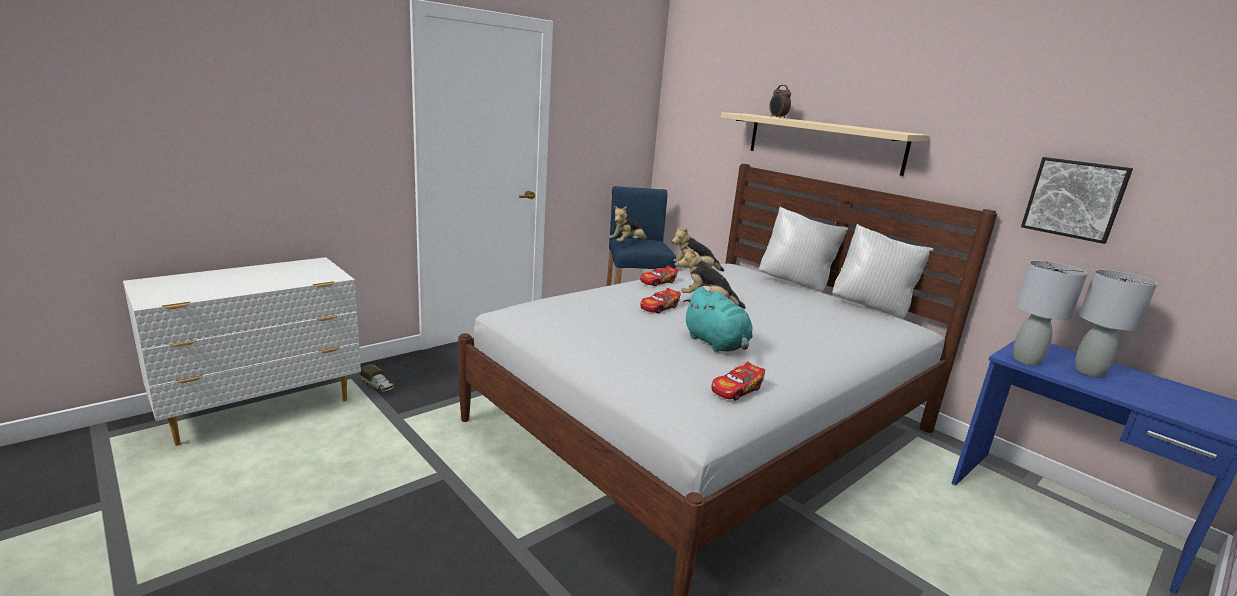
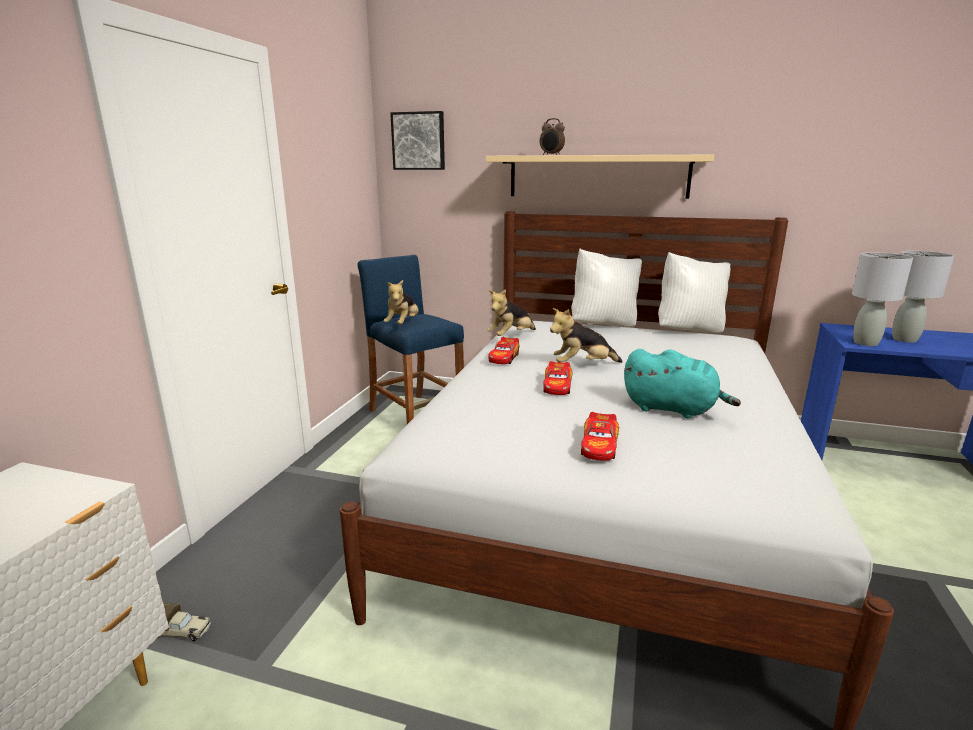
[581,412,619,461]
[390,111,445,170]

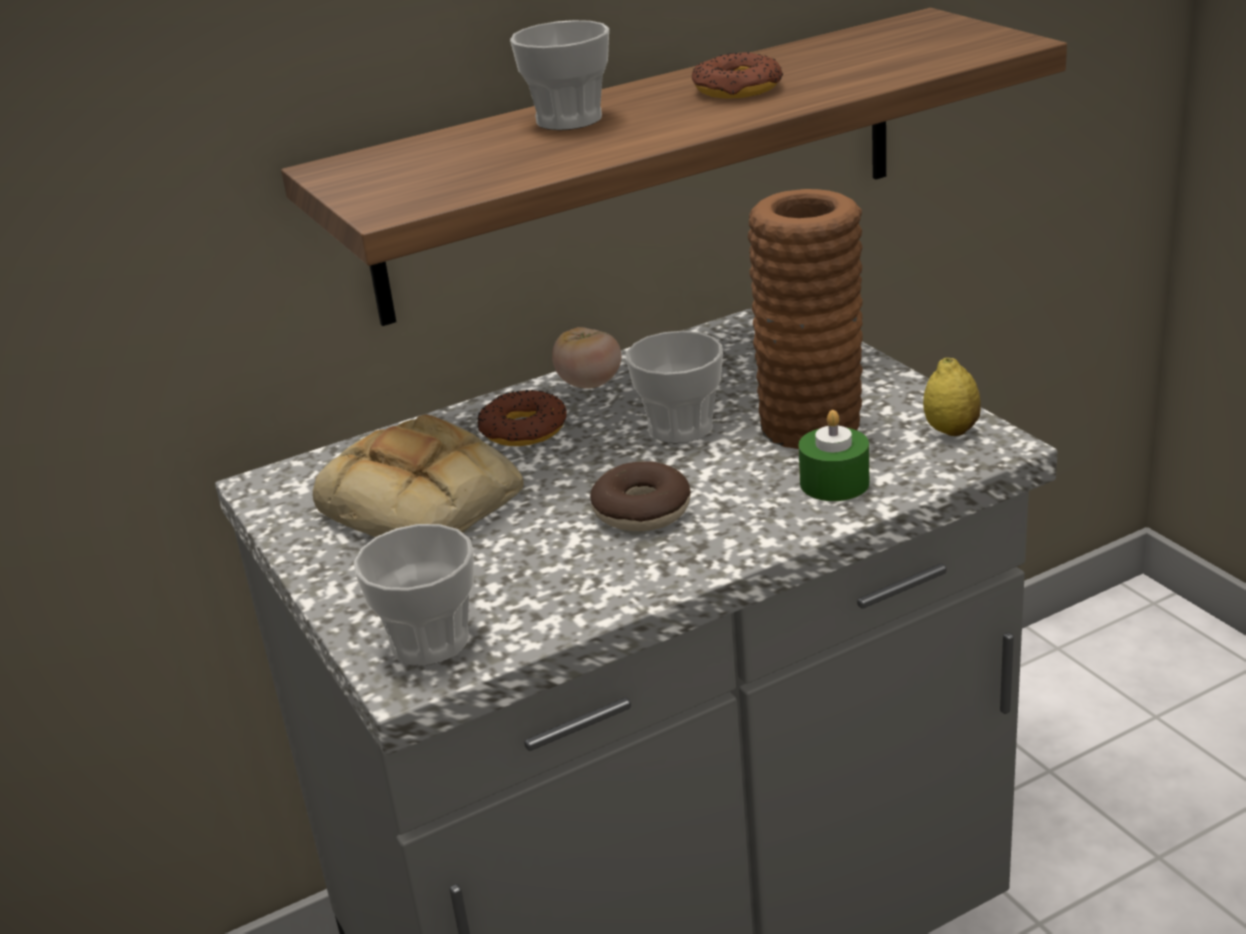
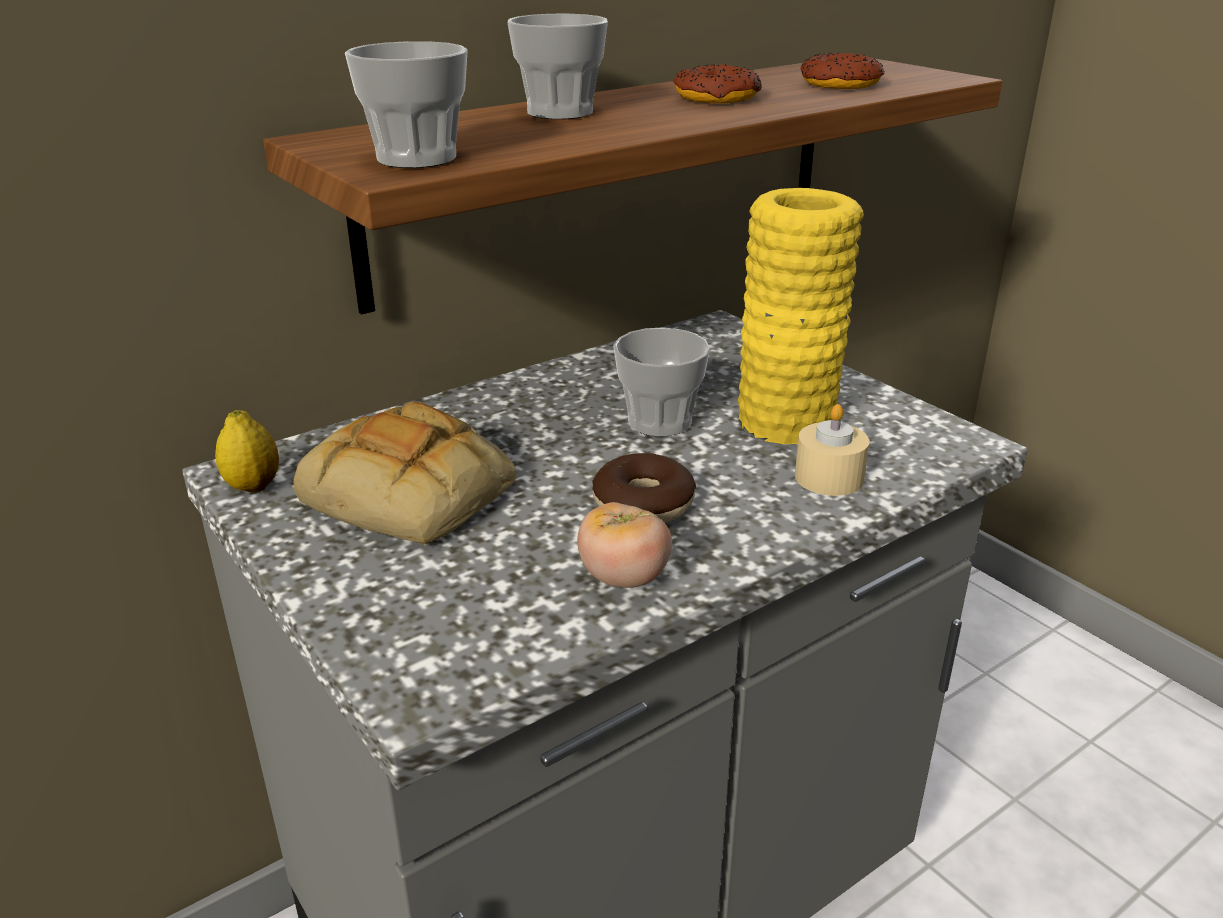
[345,41,468,168]
[801,52,885,89]
[577,502,672,588]
[738,188,864,444]
[795,404,869,496]
[215,410,279,493]

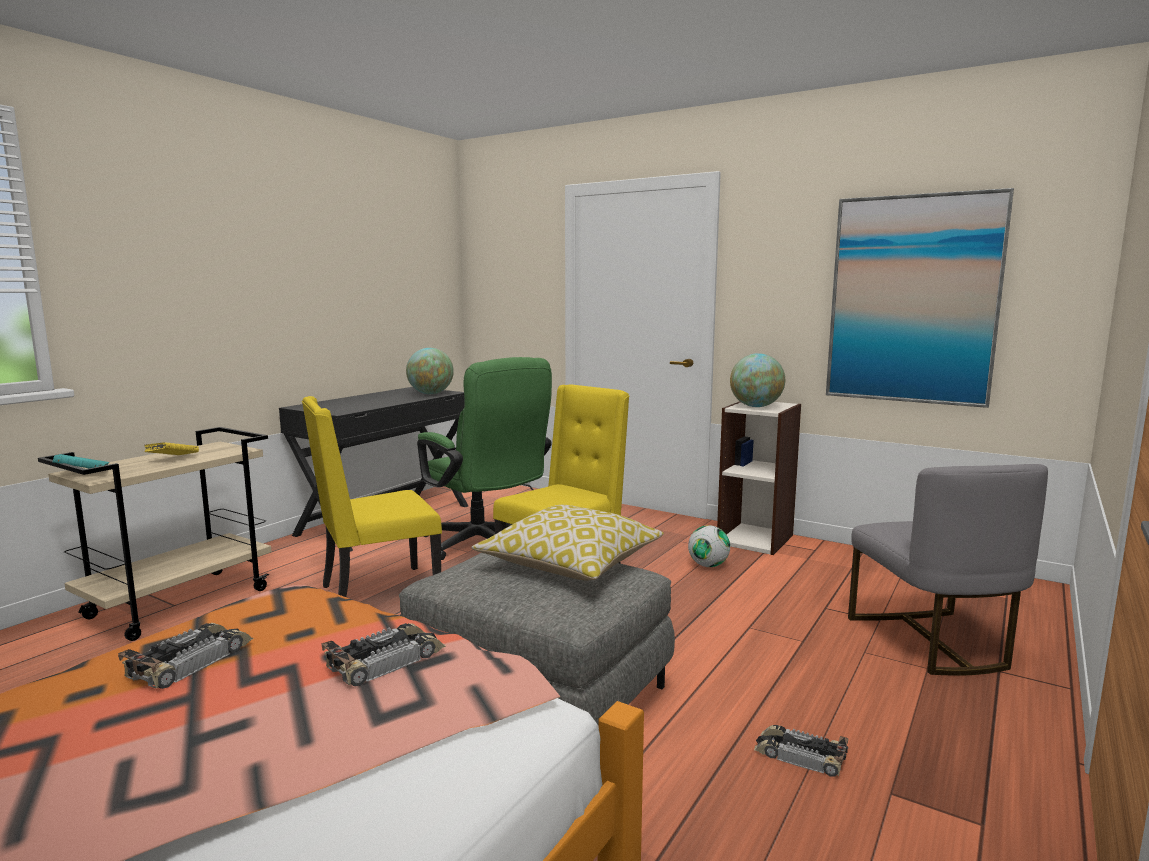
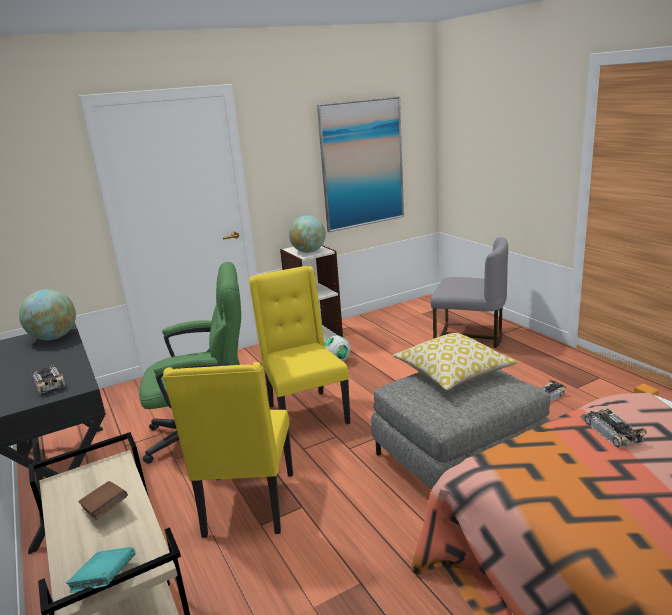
[31,364,65,394]
[78,481,128,520]

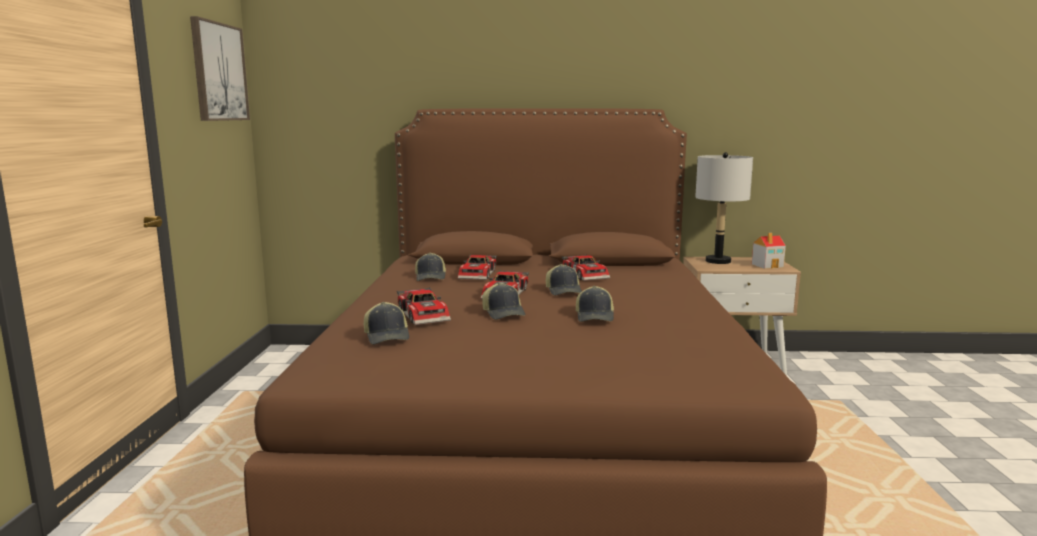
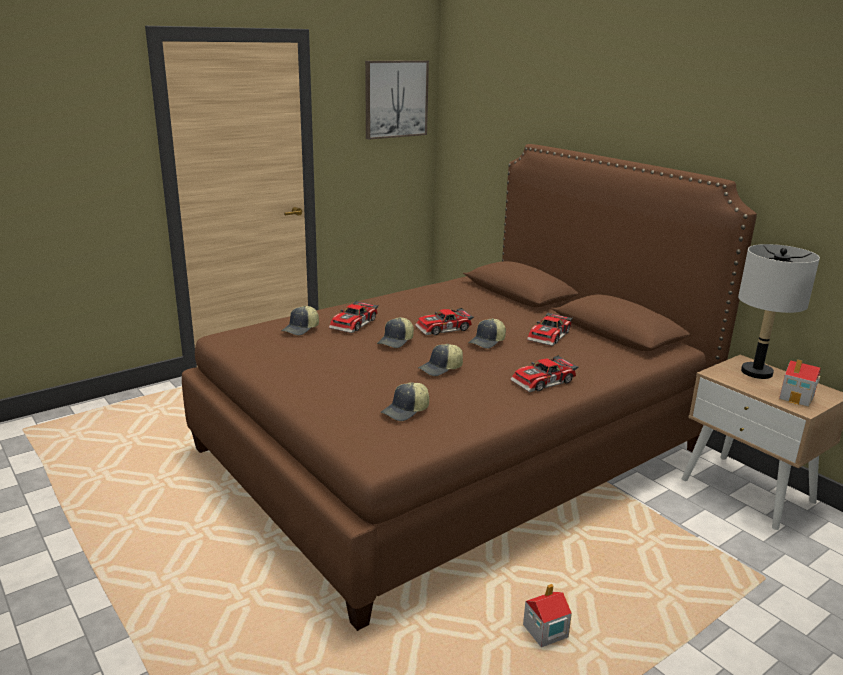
[381,382,429,421]
[510,355,579,392]
[523,584,572,647]

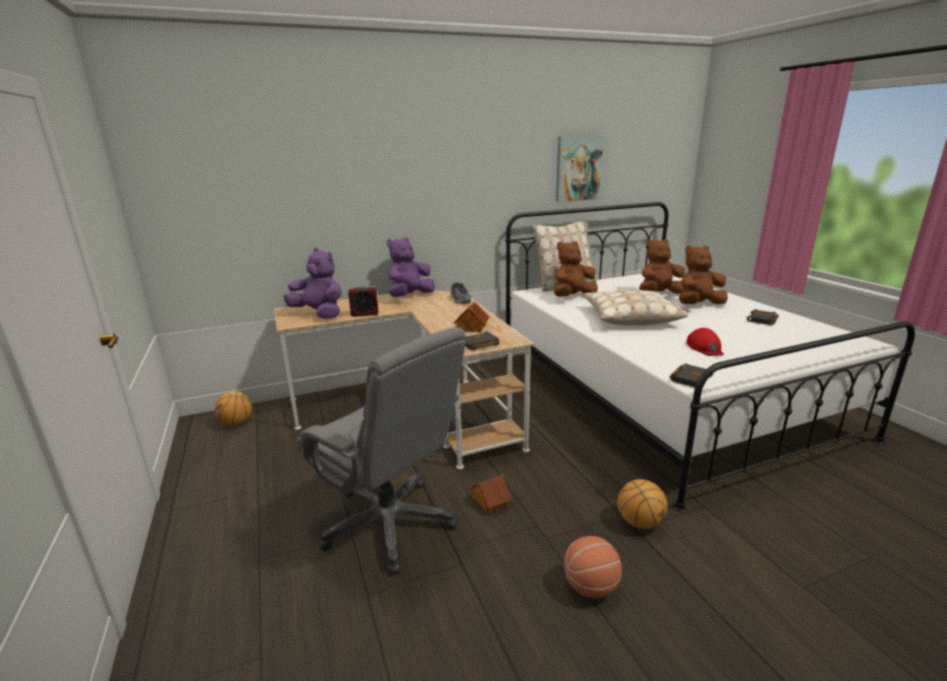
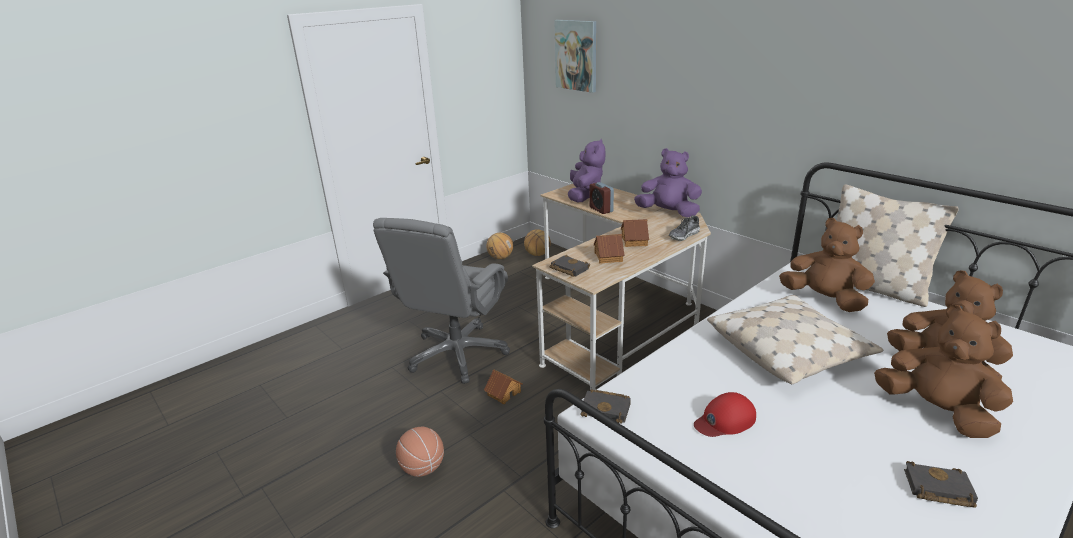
[554,20,596,93]
[486,233,513,259]
[621,219,649,247]

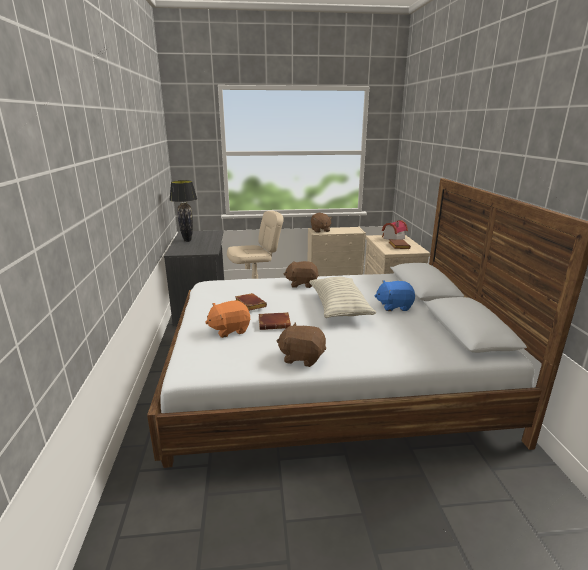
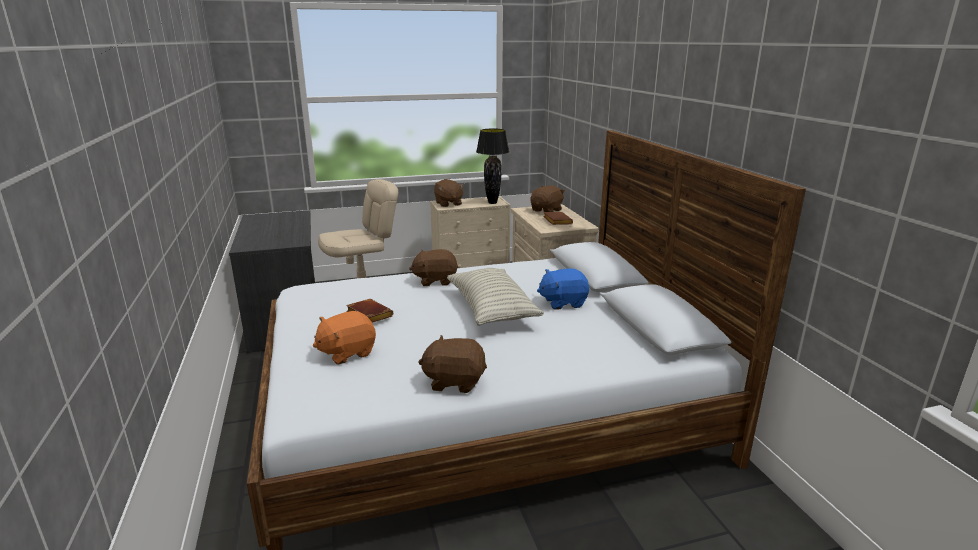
[476,128,509,204]
[259,312,291,330] (first image)
[531,185,565,212]

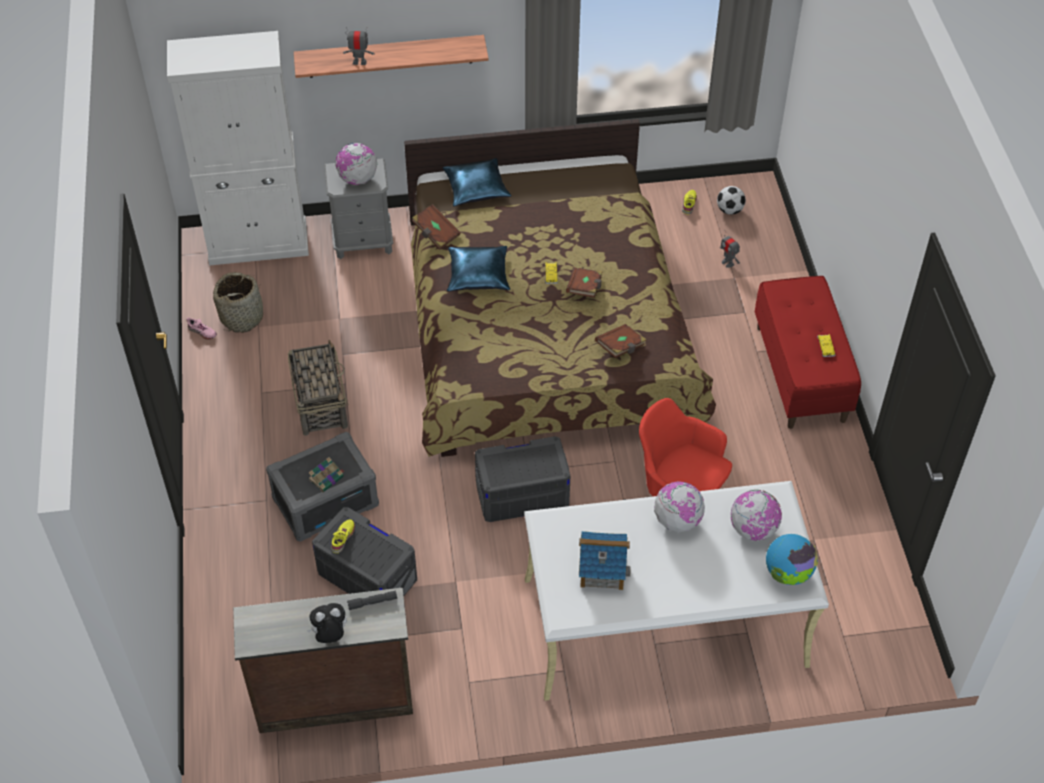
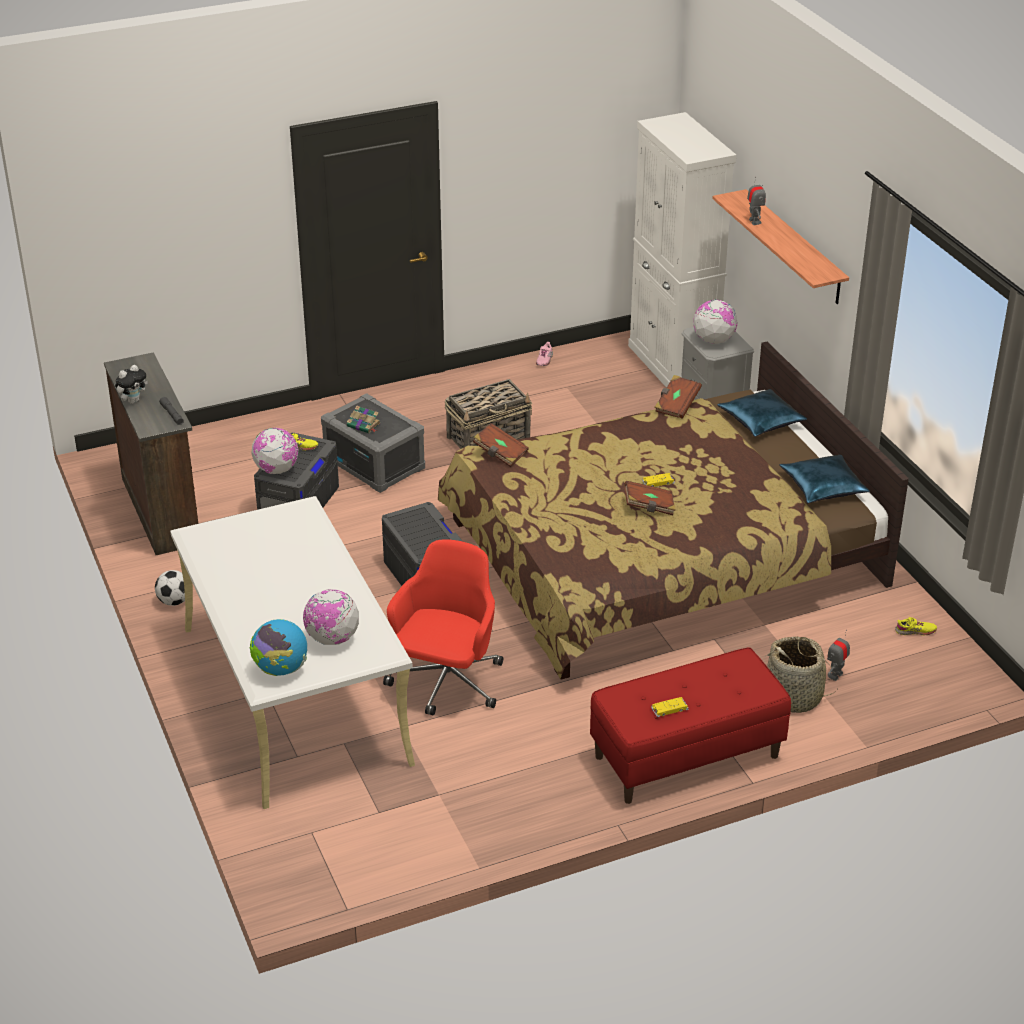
[766,636,839,713]
[115,365,148,404]
[779,455,870,504]
[579,531,631,590] (first image)
[473,423,529,467]
[251,428,299,474]
[155,570,185,606]

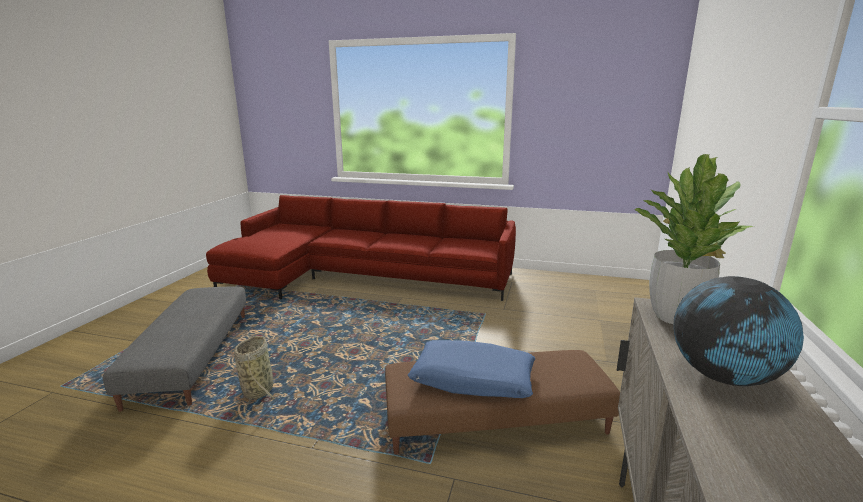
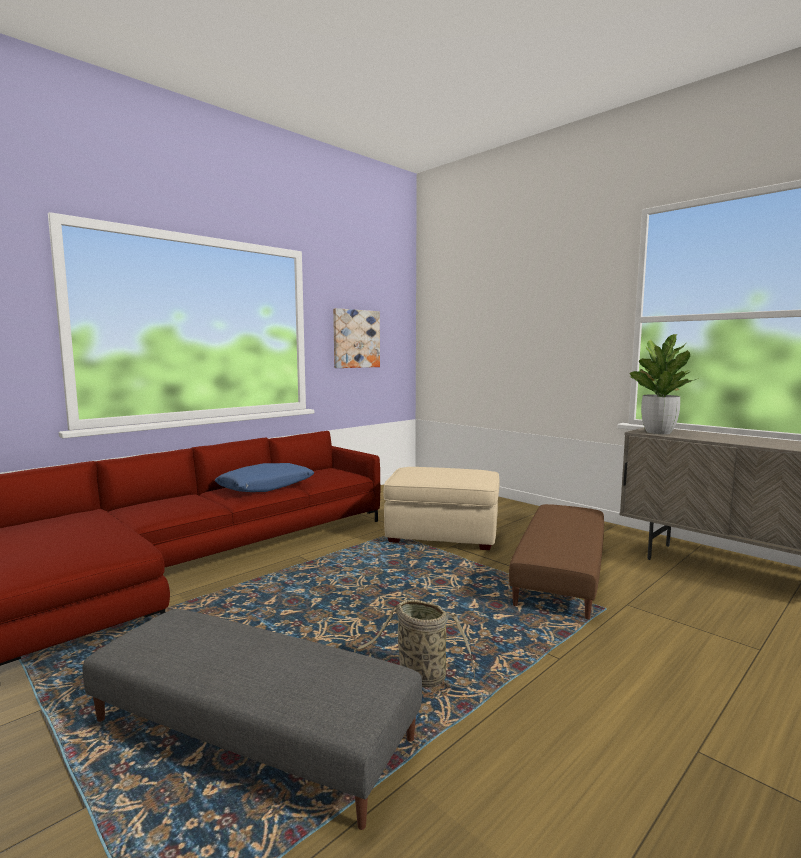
[215,463,315,492]
[673,276,804,386] (first image)
[333,308,380,368]
[383,467,500,550]

